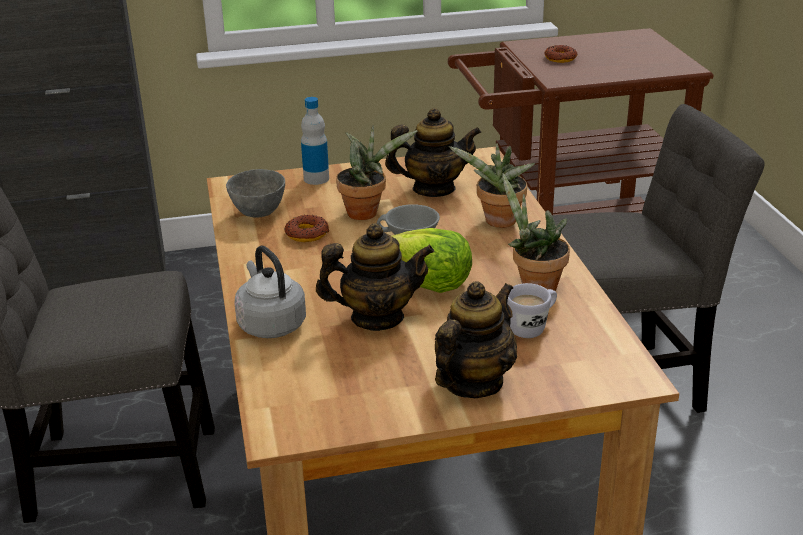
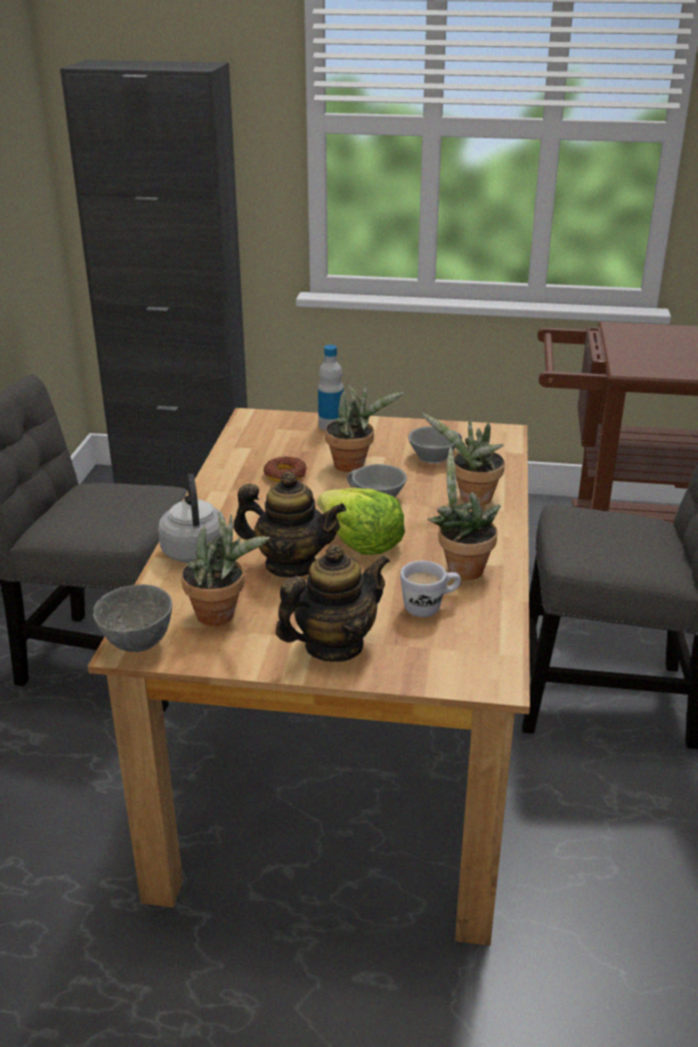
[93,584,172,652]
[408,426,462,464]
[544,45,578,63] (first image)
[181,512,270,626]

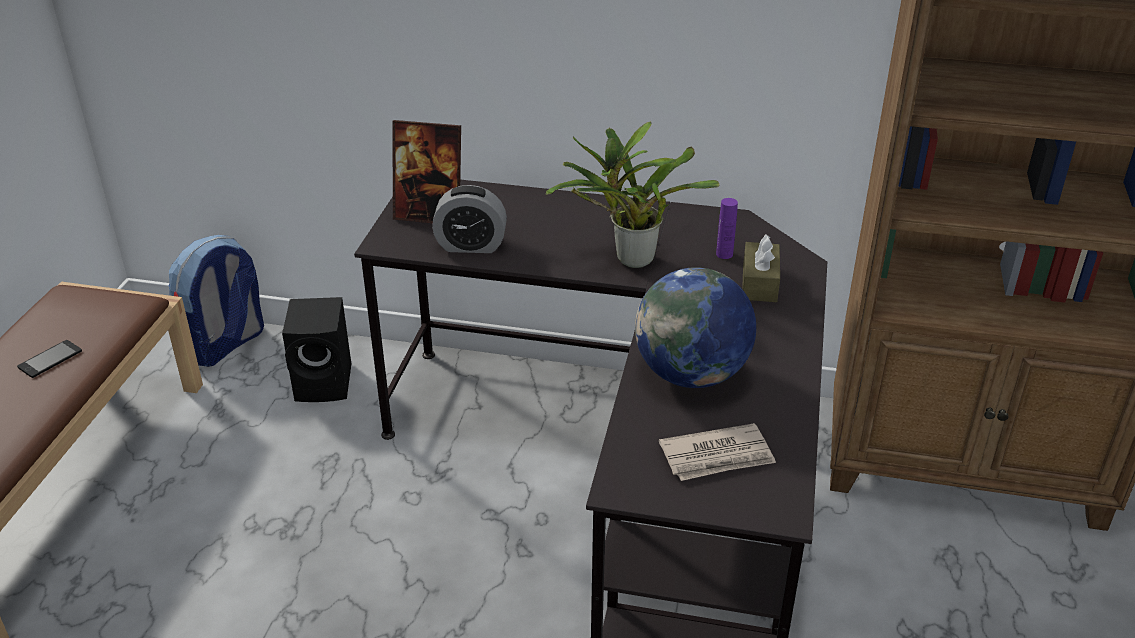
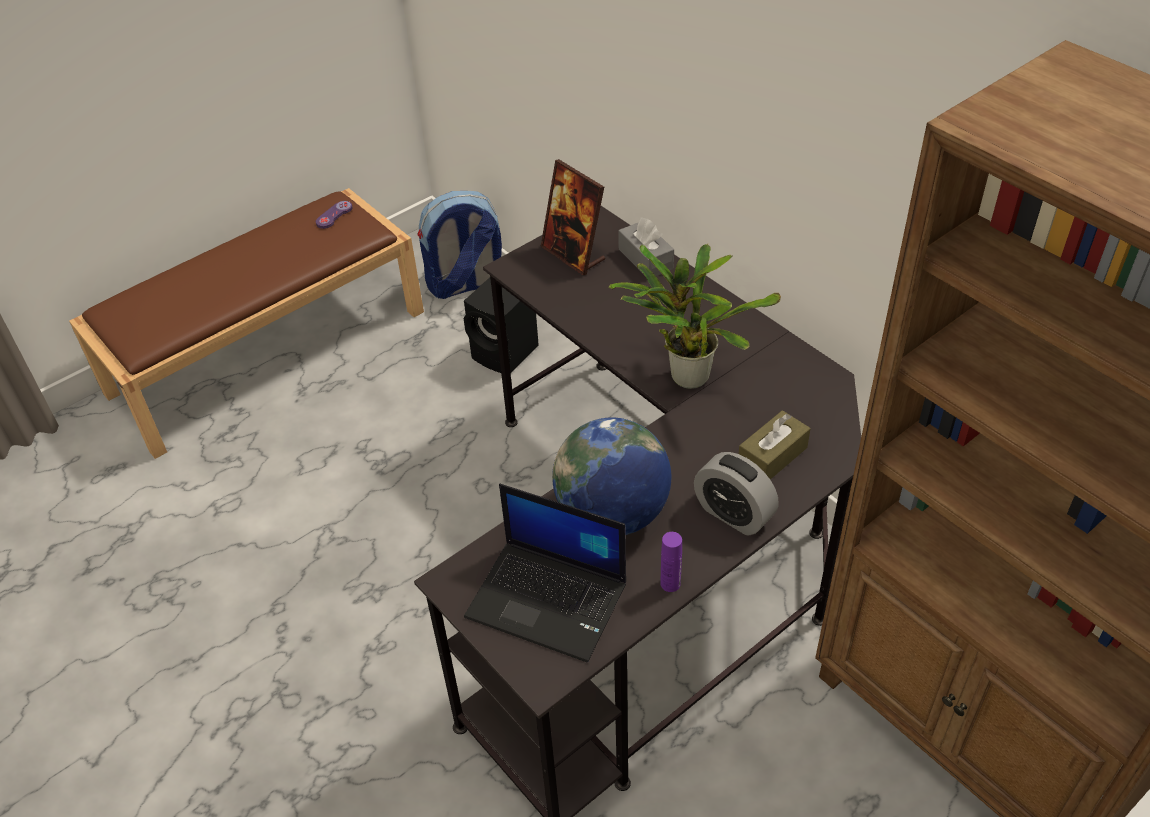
[17,340,82,378] (first image)
[694,452,779,535]
[464,484,626,662]
[660,532,682,592]
[316,201,353,229]
[618,217,674,276]

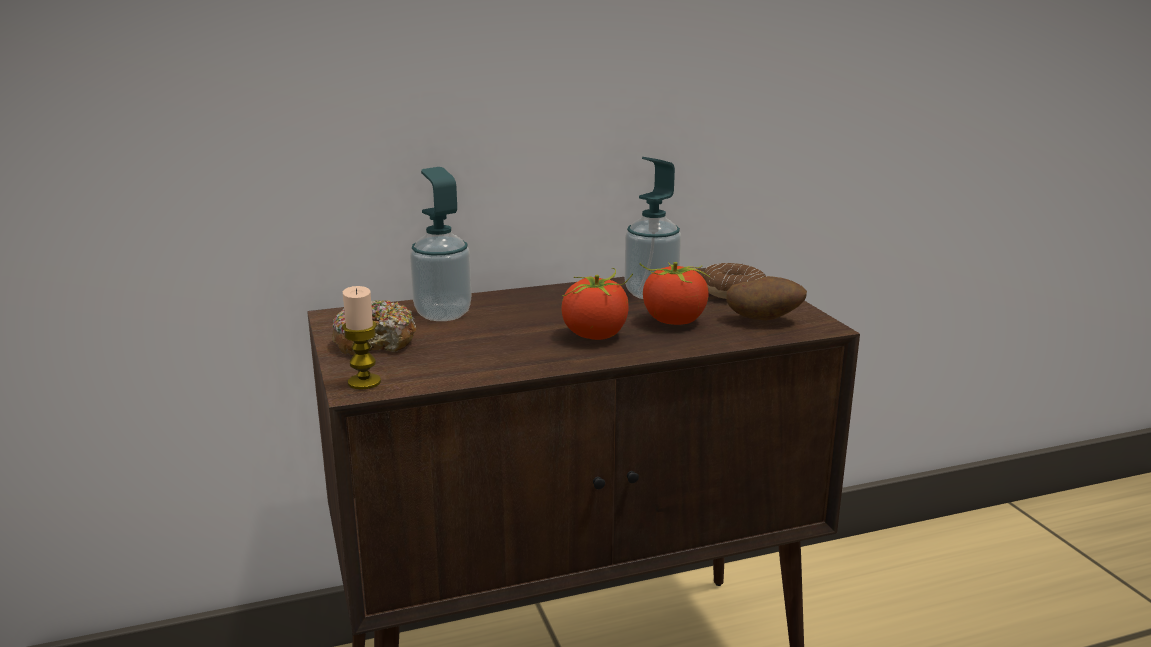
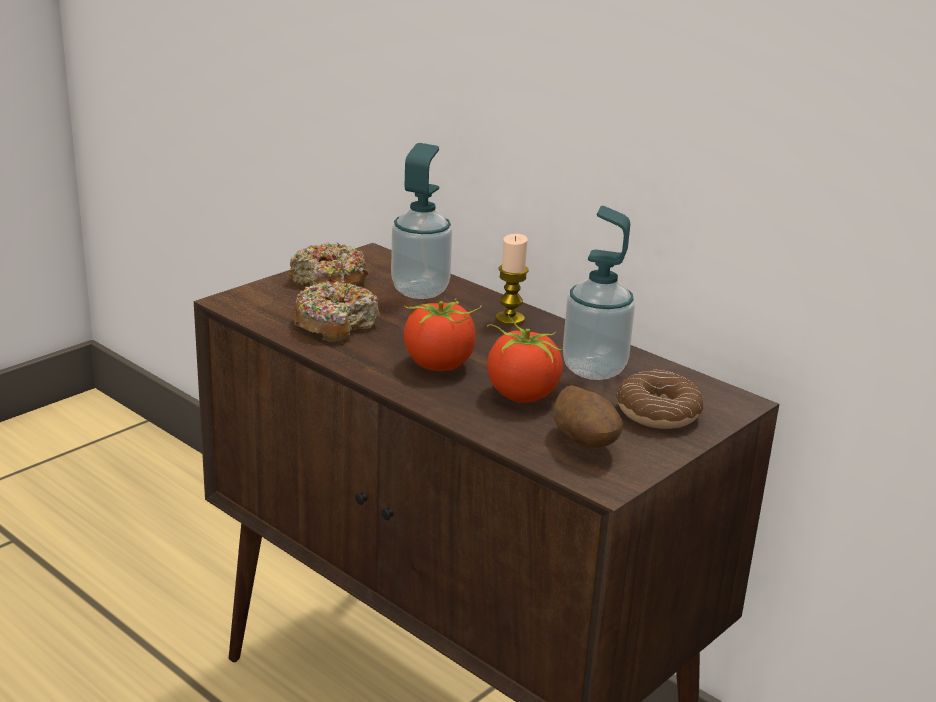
[496,234,528,325]
[292,281,380,341]

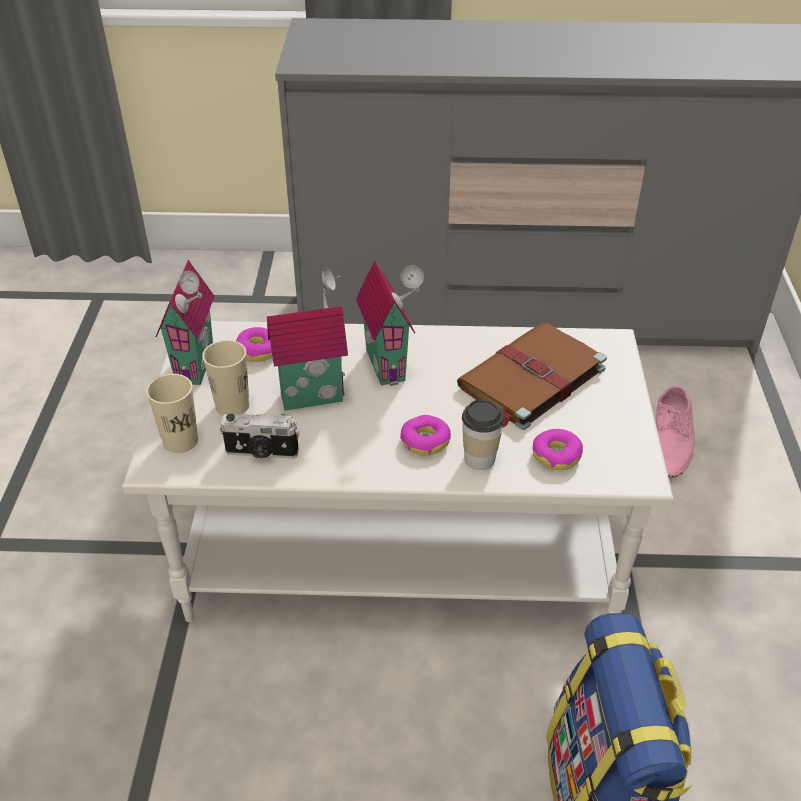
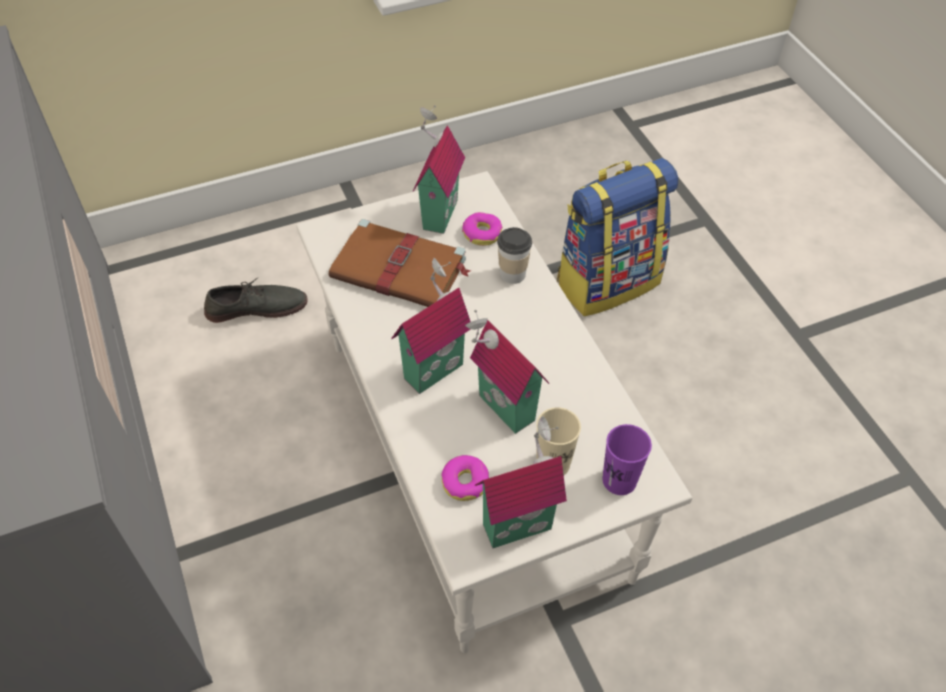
[602,424,652,495]
[220,413,299,459] (first image)
[400,415,451,455] (first image)
[204,278,308,323]
[413,105,465,234]

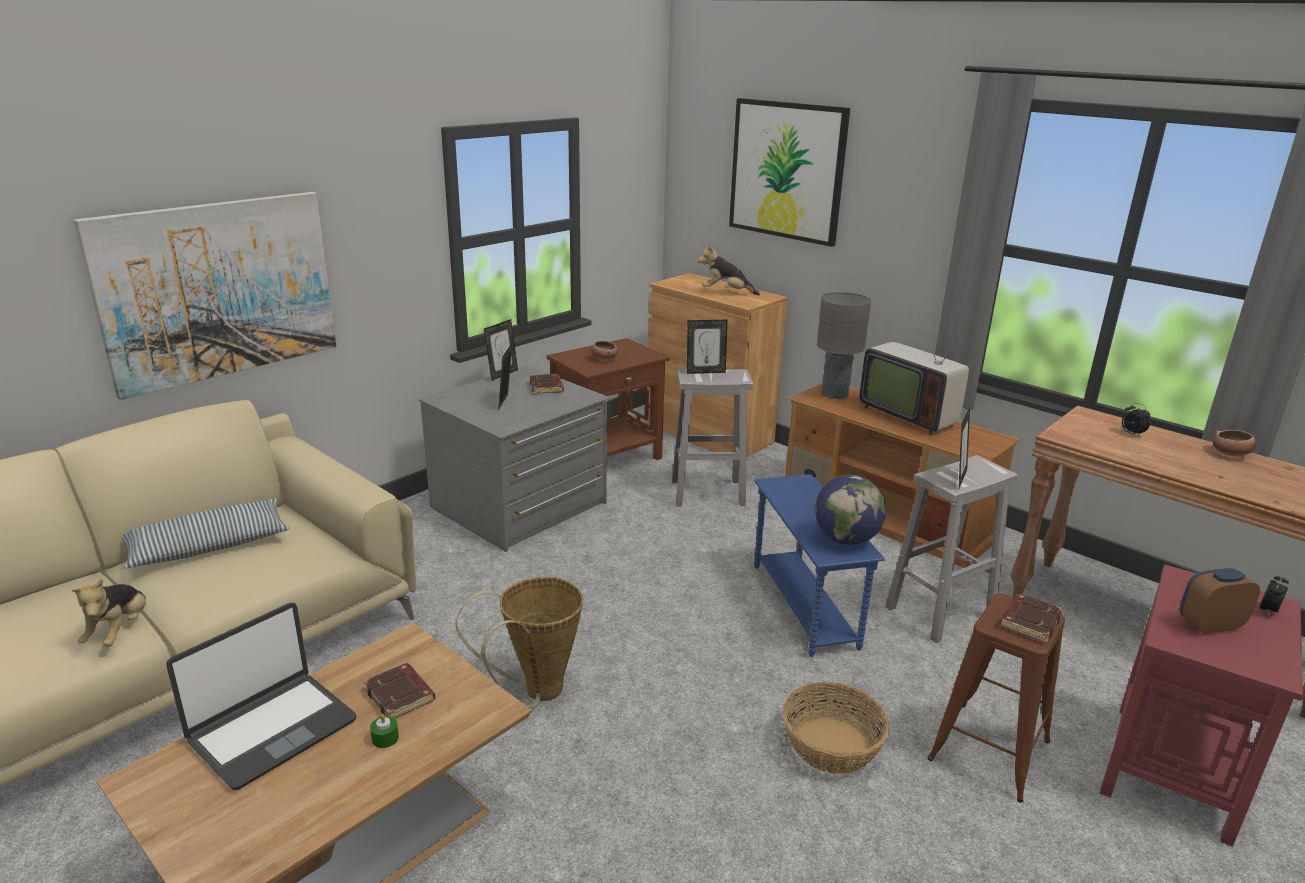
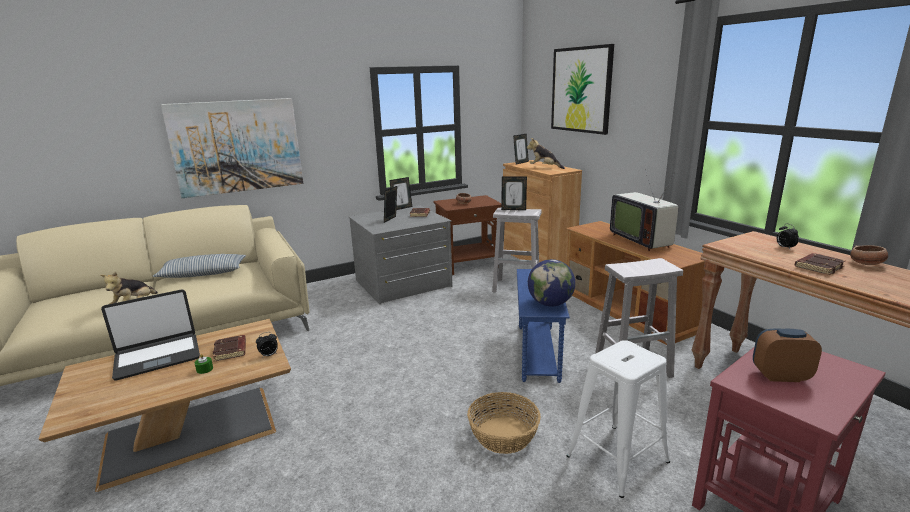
[456,577,583,708] (first image)
[817,292,871,399] (first image)
[567,340,670,498]
[513,134,529,165]
[795,253,846,275]
[256,332,277,357]

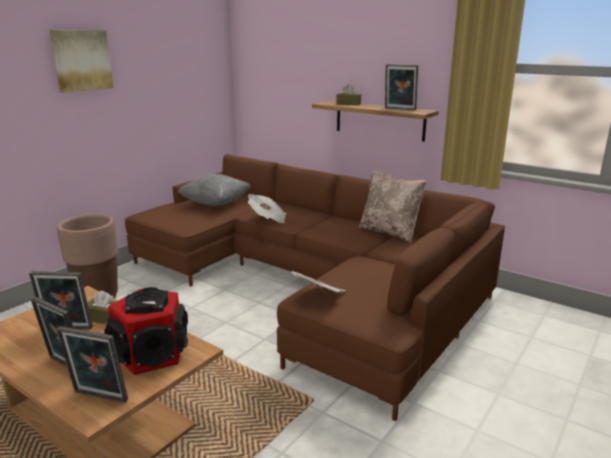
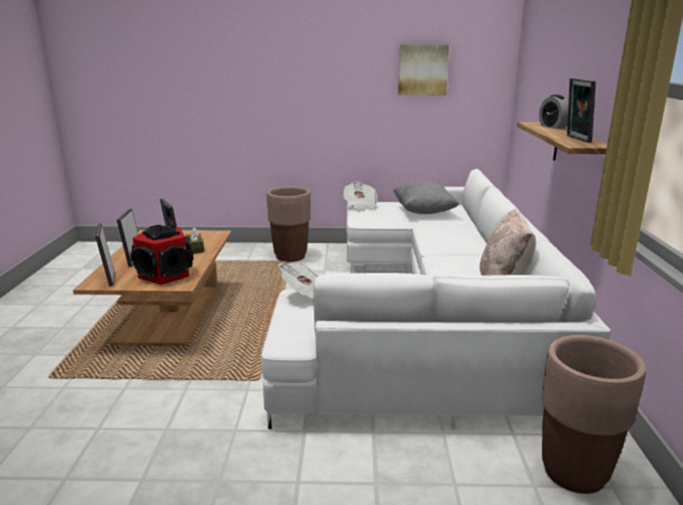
[398,44,449,95]
[261,169,611,429]
[343,182,377,212]
[539,95,569,129]
[542,335,646,494]

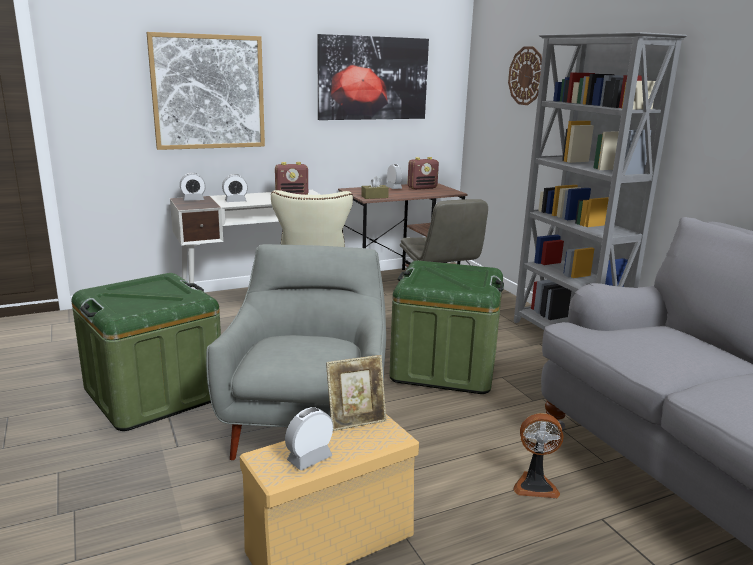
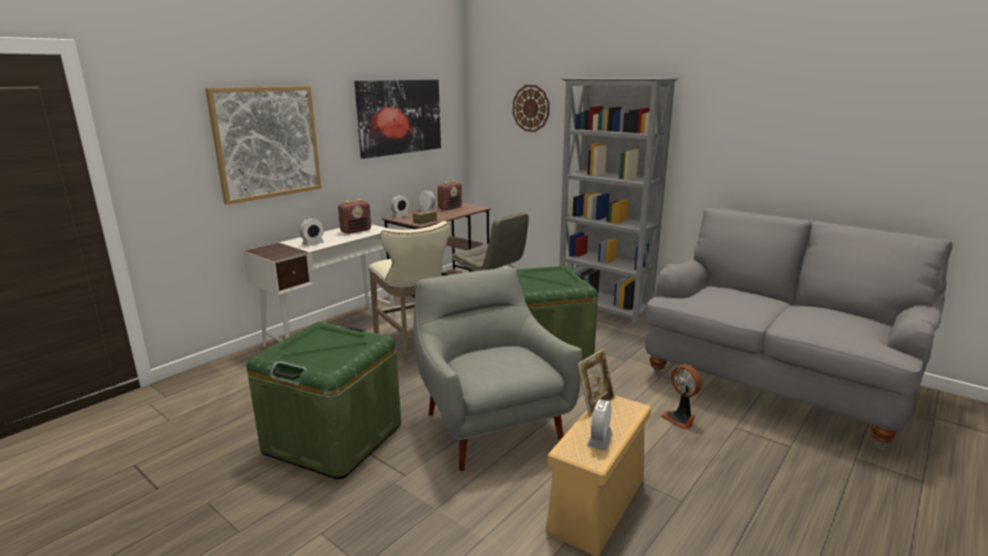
[391,195,409,218]
[660,365,702,430]

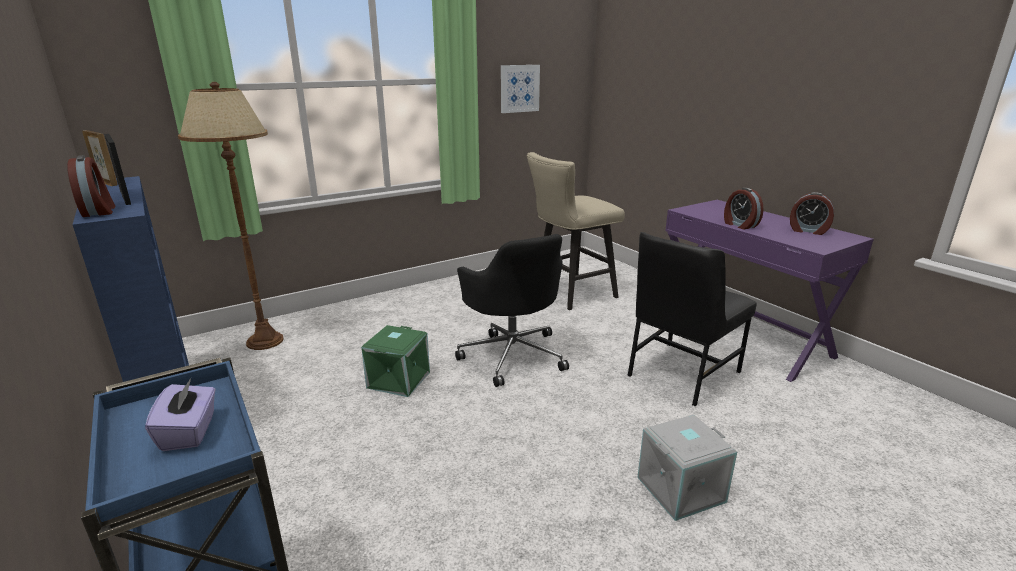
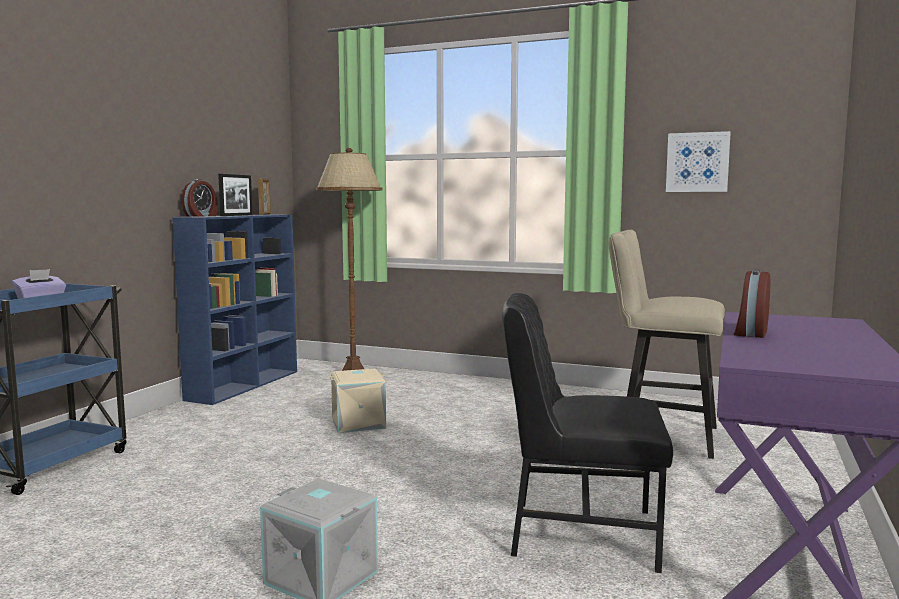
[330,369,386,433]
[455,234,569,387] (first image)
[790,192,834,235] (first image)

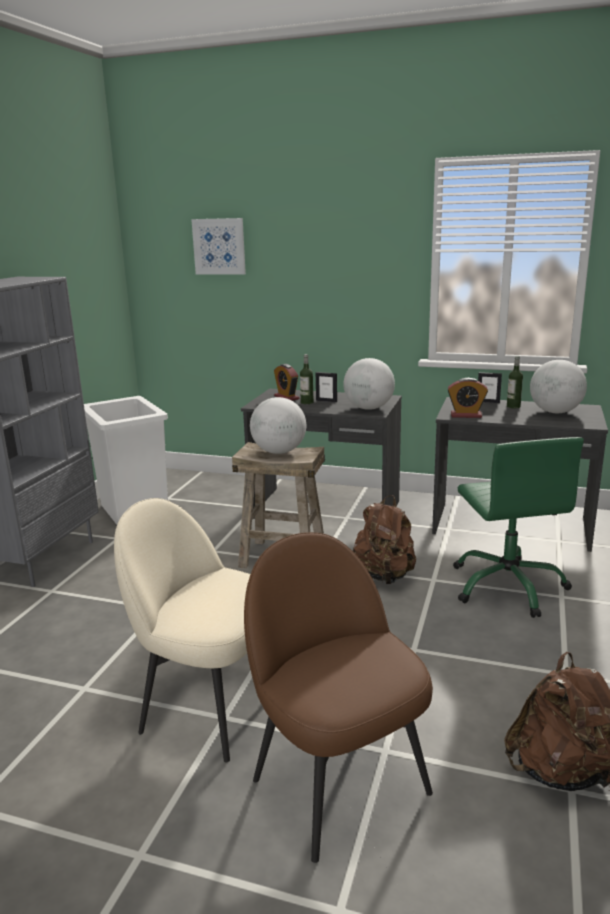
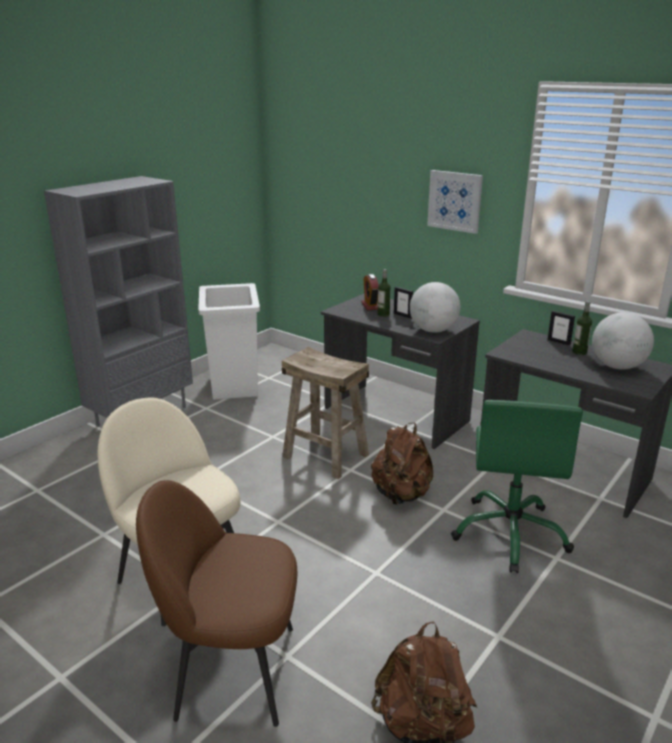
[427,170,483,234]
[136,480,297,727]
[250,397,306,454] (first image)
[447,378,488,418] (first image)

